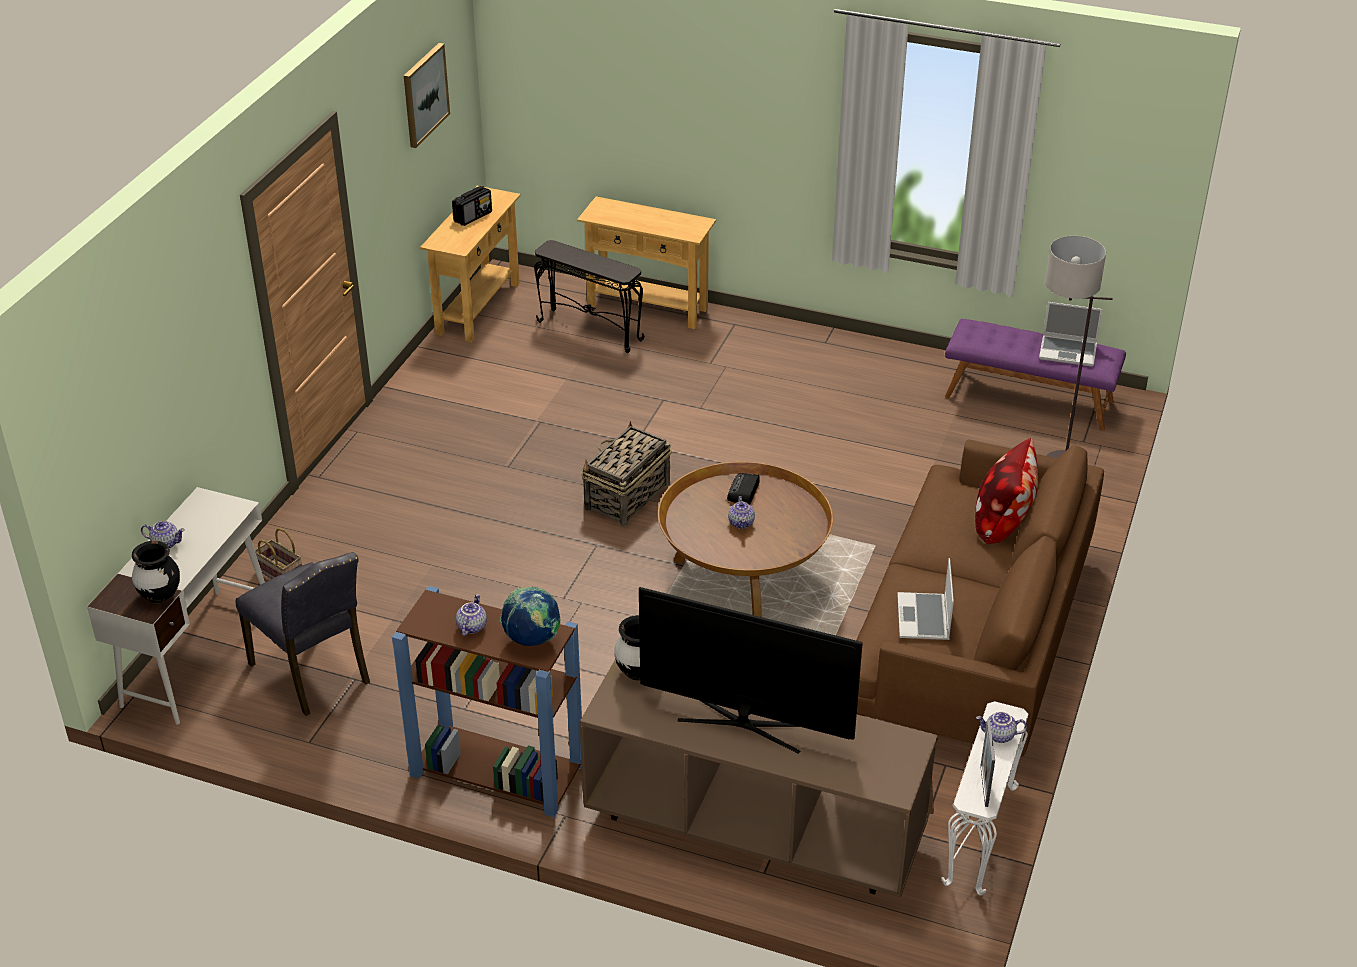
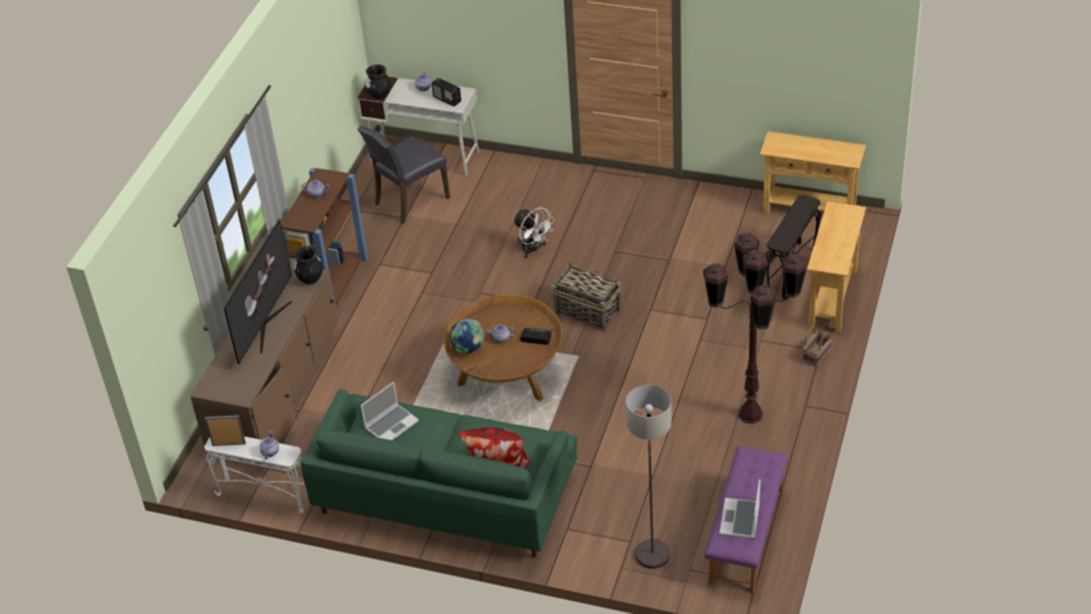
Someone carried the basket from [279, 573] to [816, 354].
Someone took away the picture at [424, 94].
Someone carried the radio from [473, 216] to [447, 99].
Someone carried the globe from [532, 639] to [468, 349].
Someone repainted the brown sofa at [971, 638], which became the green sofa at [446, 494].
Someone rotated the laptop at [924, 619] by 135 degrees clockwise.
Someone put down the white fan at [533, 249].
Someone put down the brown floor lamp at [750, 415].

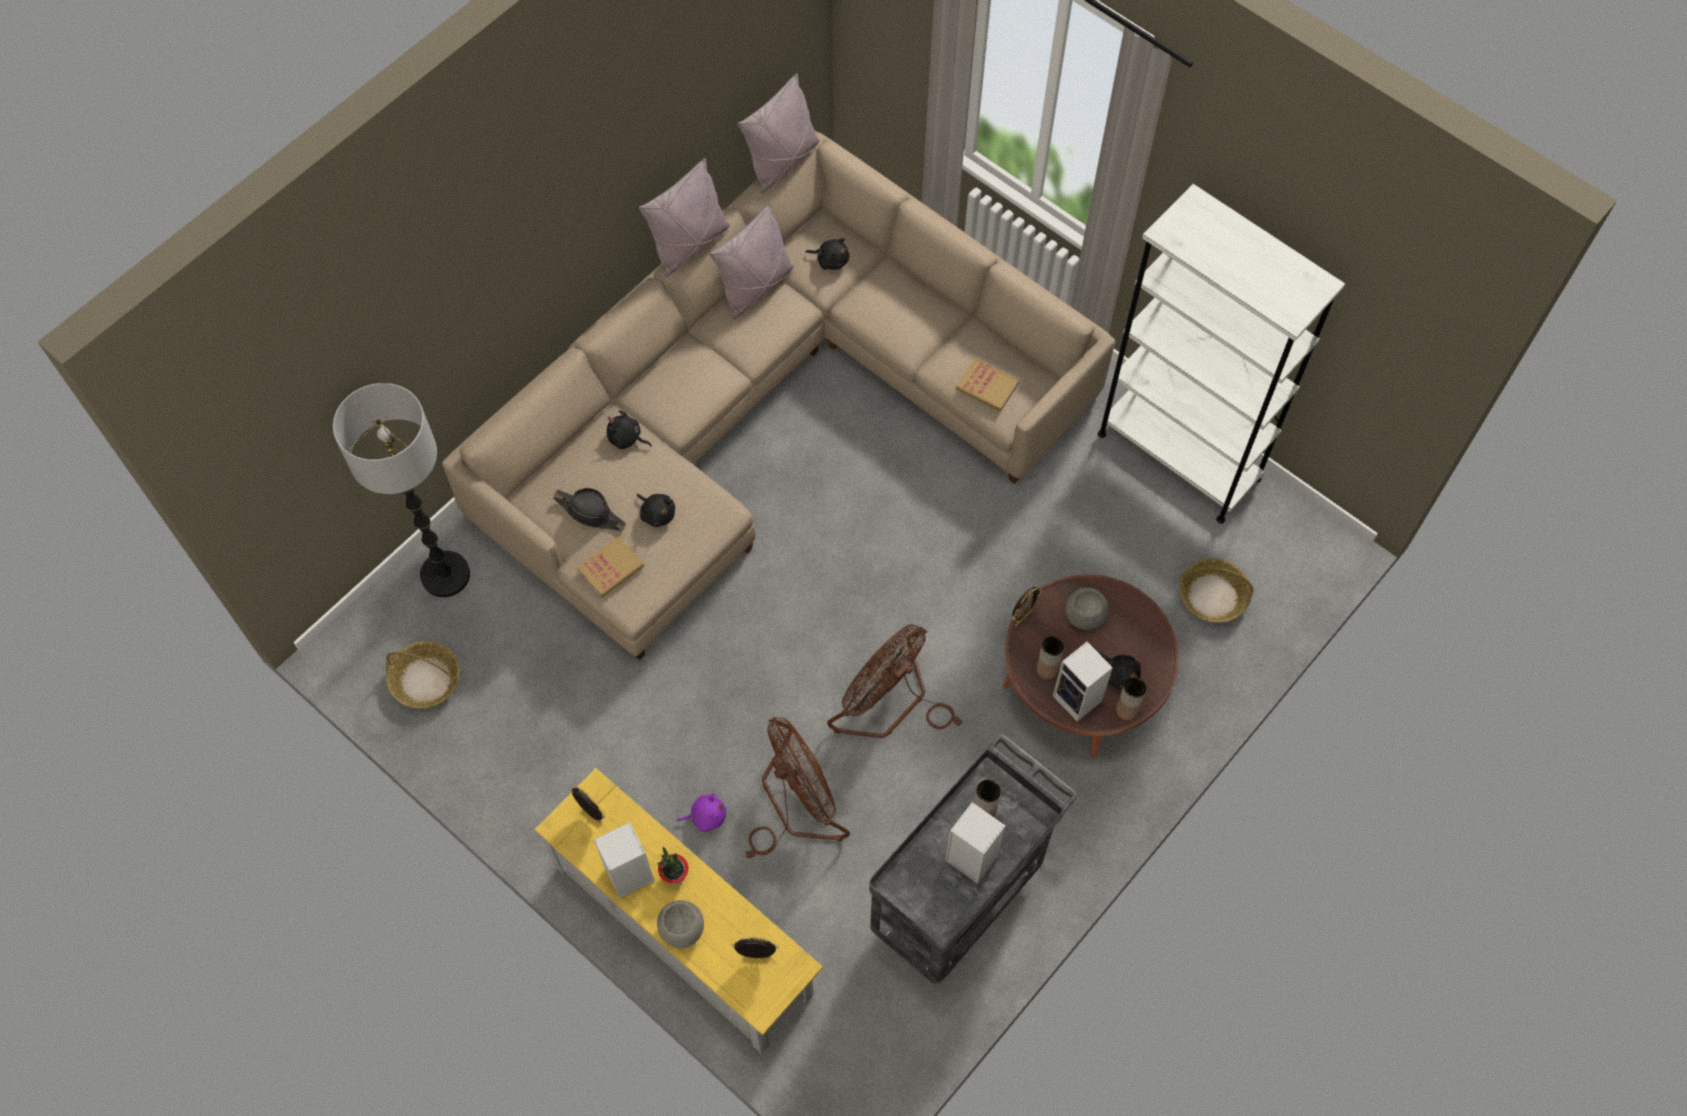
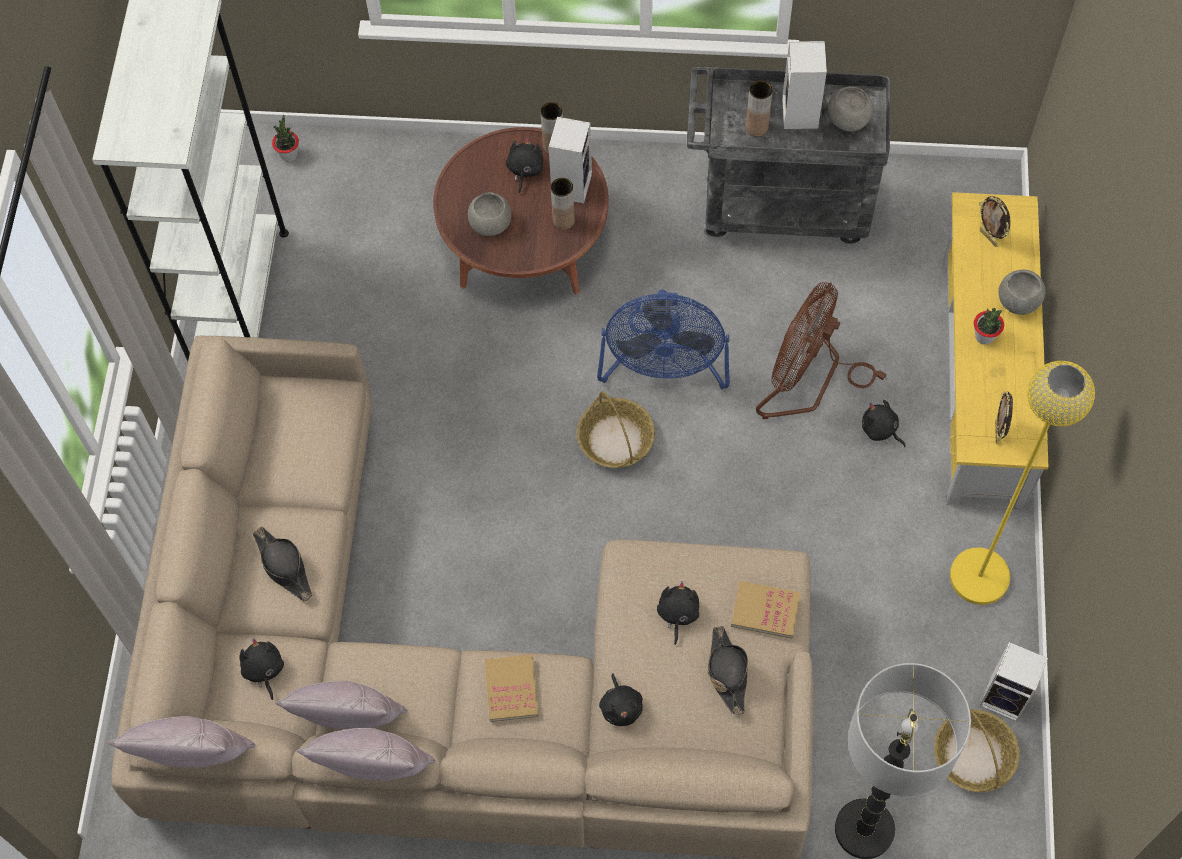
Someone carried the speaker from [628, 876] to [1006, 698].
Someone repainted the purple plush toy at [706, 816], which became the black plush toy at [880, 430].
Someone repainted the brown fan at [894, 702], which became the blue fan at [660, 362].
Someone carried the book from [987, 386] to [511, 689].
Someone took away the picture frame at [1022, 618].
Someone carried the basket from [1212, 596] to [616, 440].
Someone put down the black hat at [284, 567].
Someone put down the potted plant at [289, 154].
Someone put down the grey bowl at [847, 120].
Someone put down the yellow floor lamp at [980, 577].

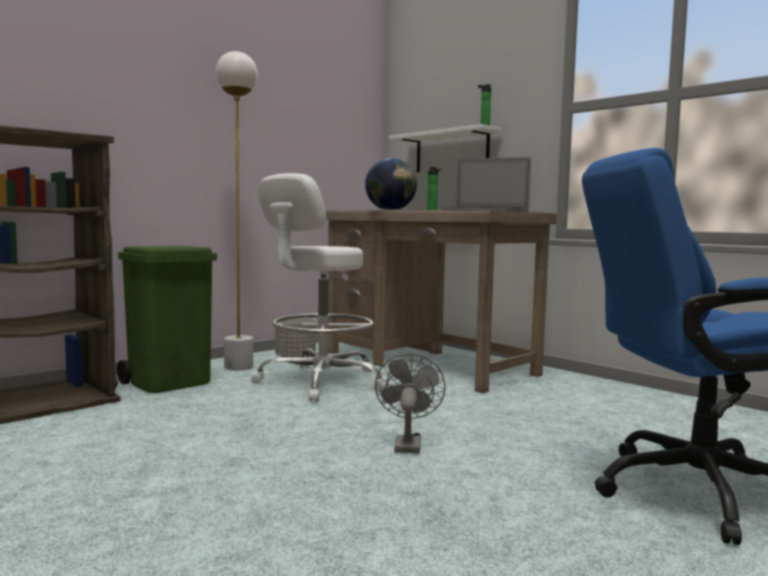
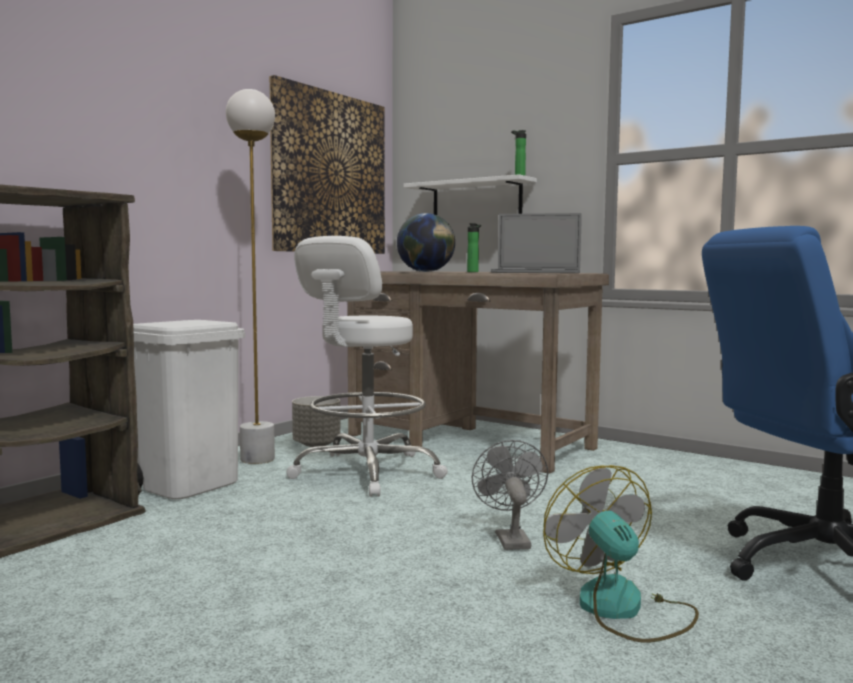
Someone repainted the green trash can at [170, 383], which became the white trash can at [189, 485].
Someone put up the picture at [330, 173].
Someone put down the fan at [622, 609].

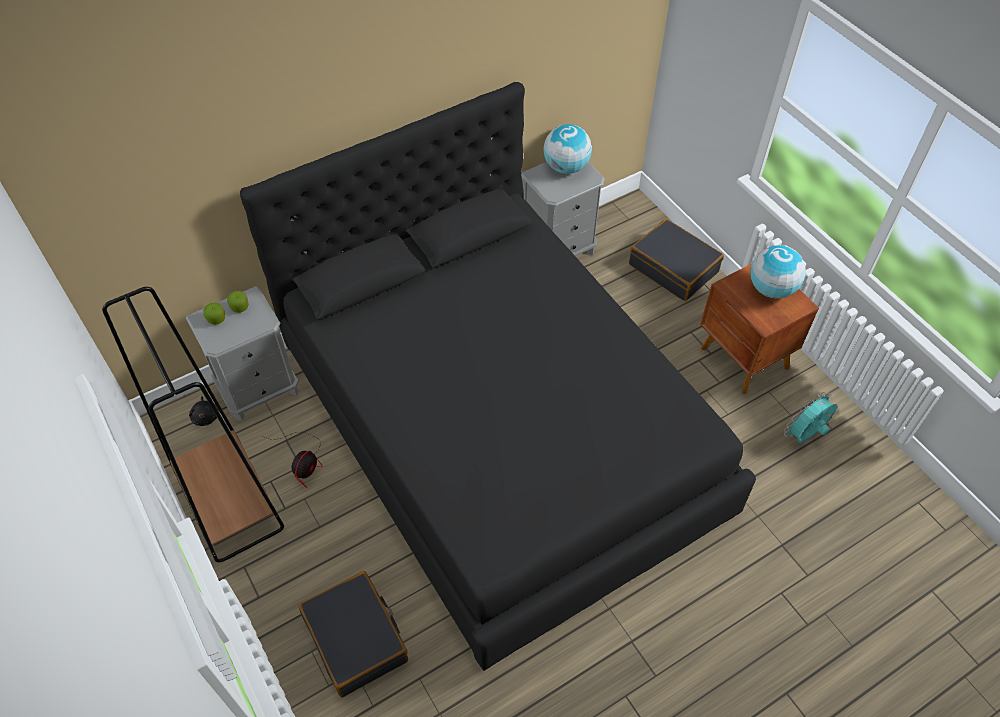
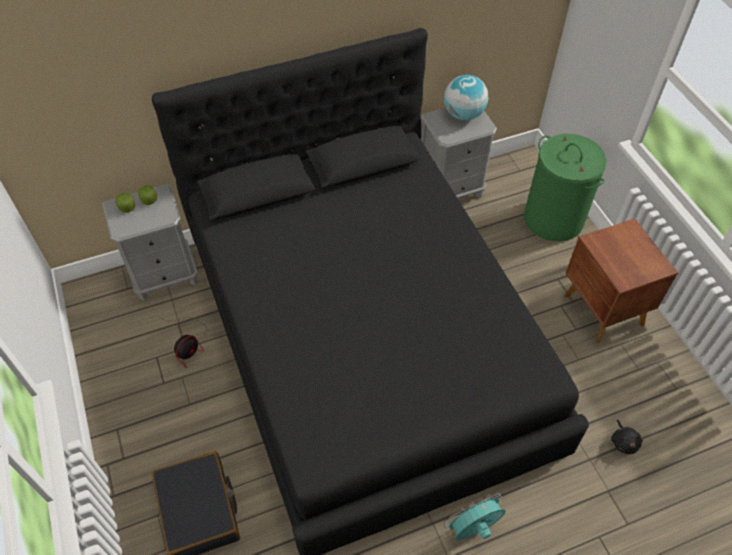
Someone took away the clothes rack at [230, 502].
Someone carried the black plush toy from [206, 416] to [624, 442].
Someone swapped the black suitcase at [673, 268] for the green laundry basket at [553, 219].
Someone took away the globe at [771, 289].
Someone carried the turquoise fan from [804, 435] to [473, 530].

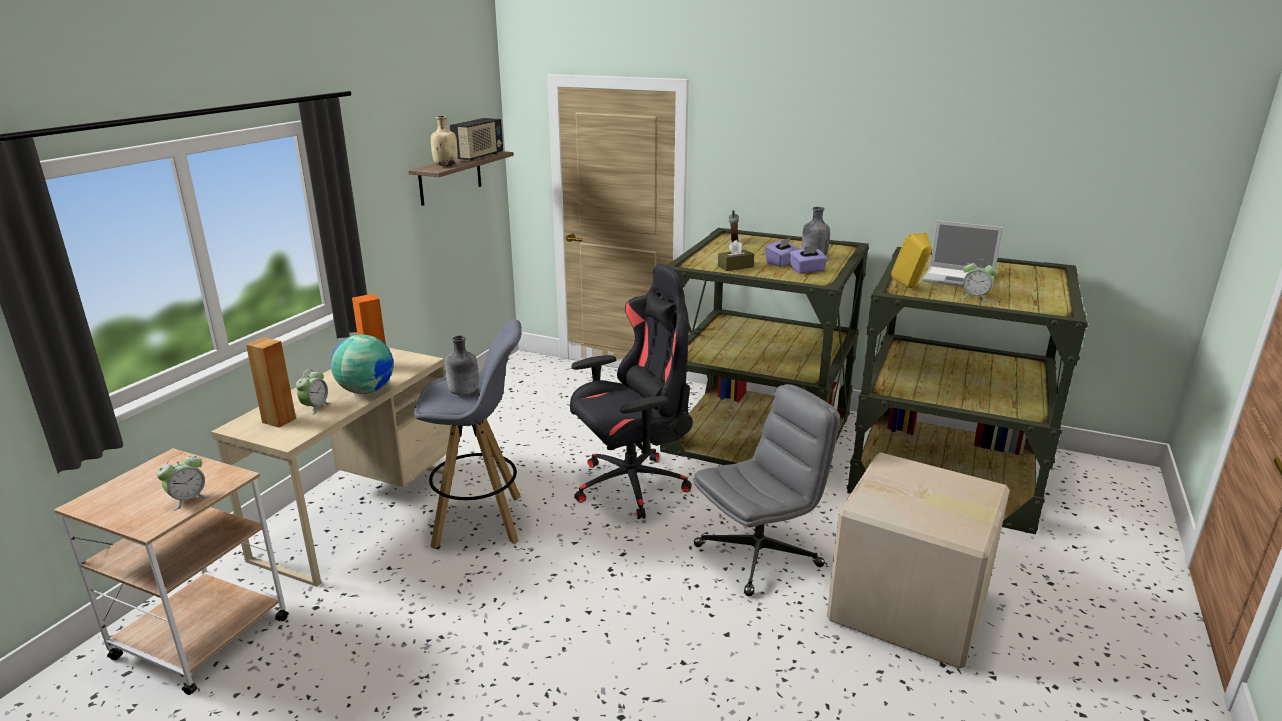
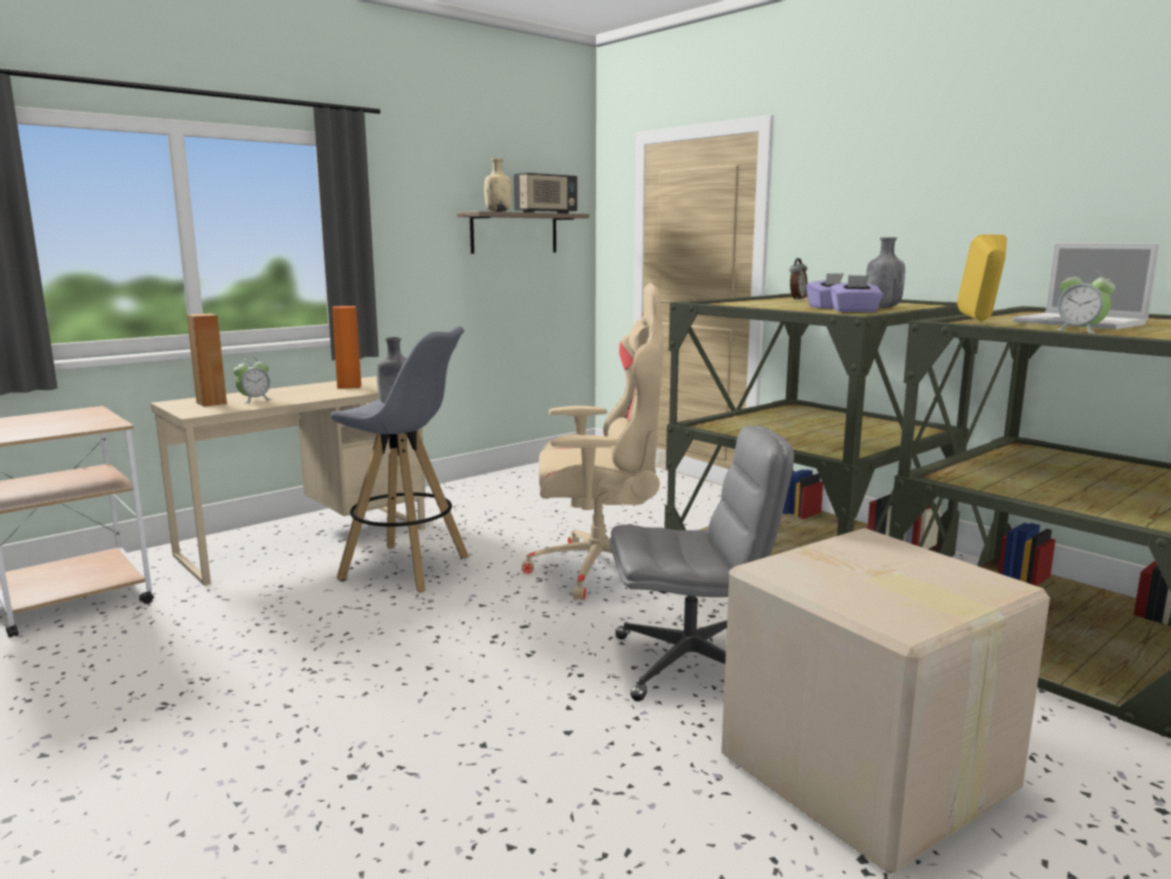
Someone took away the alarm clock at [188, 499].
Someone took away the globe at [366, 390].
Someone repainted the black office chair at [629, 486], which became the beige office chair at [596, 570].
Someone took away the brown tissue box at [735, 267].

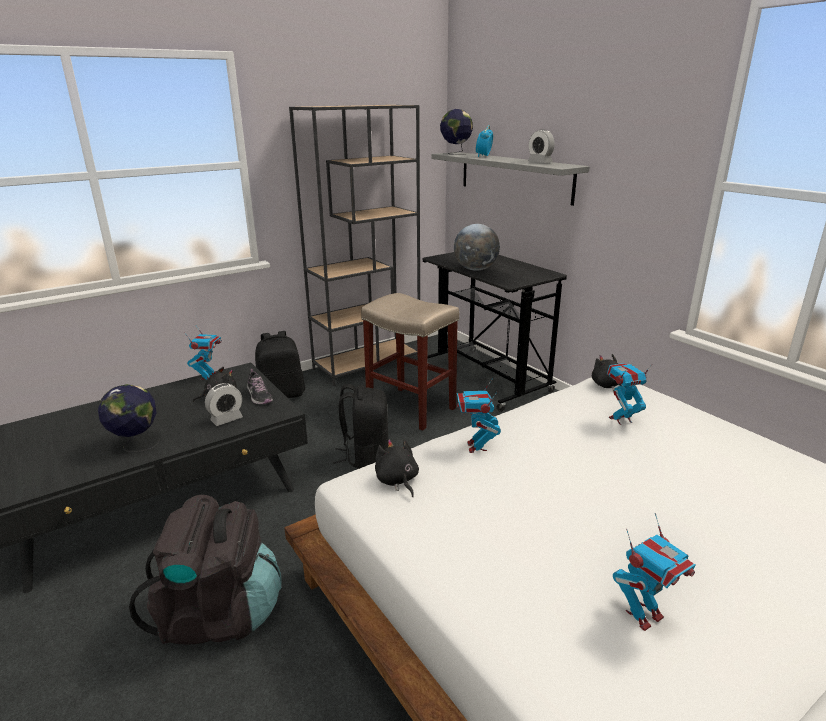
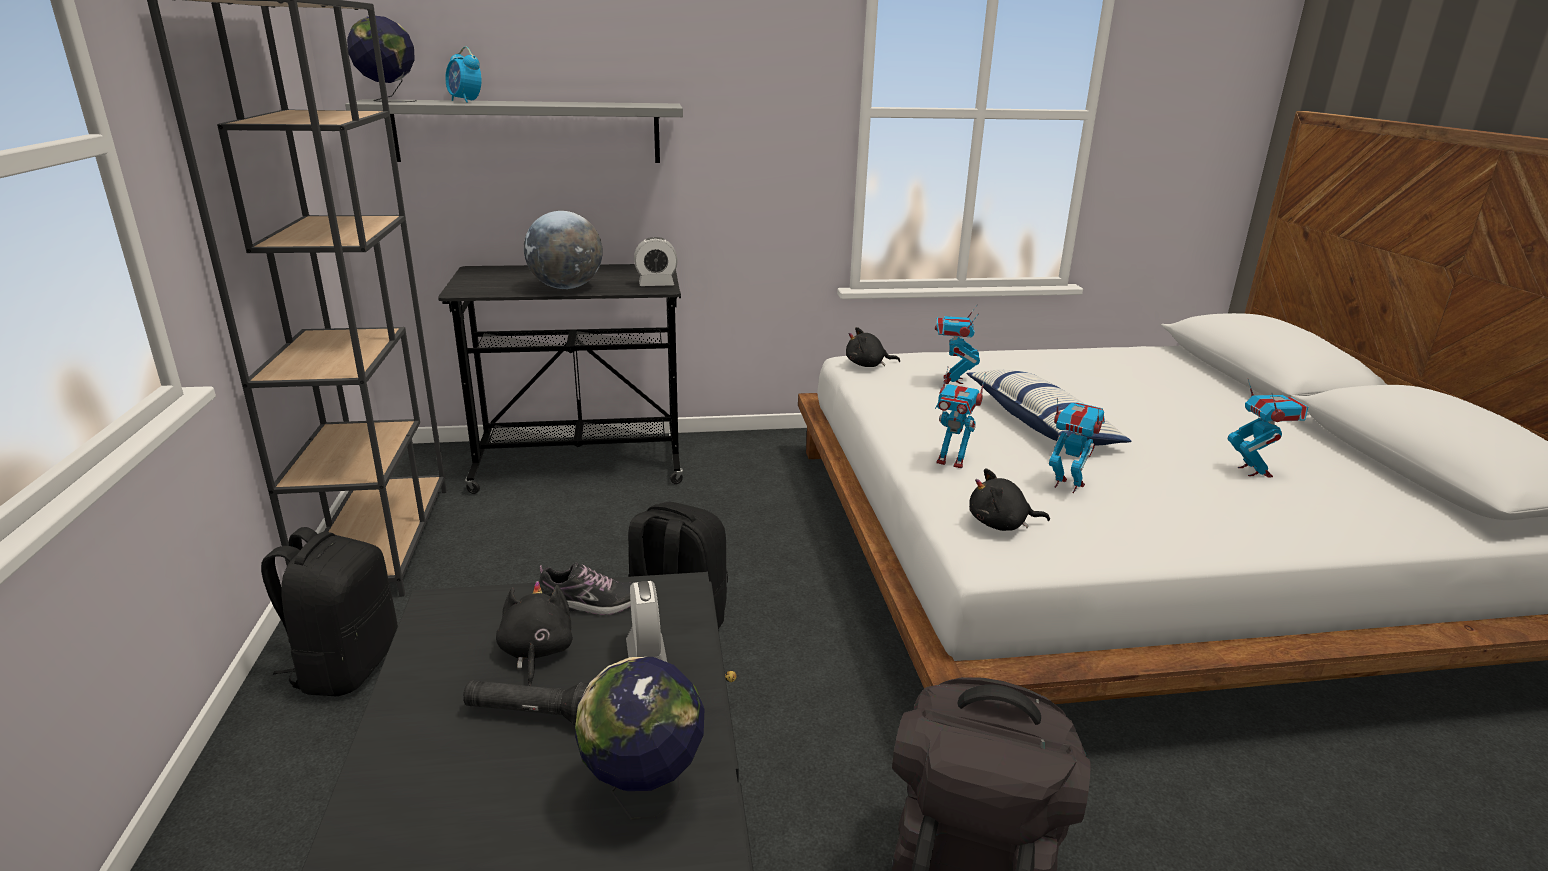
Someone carried the toy robot from [209, 377] to [1067, 485].
Someone took away the beige stool at [410, 408].
Someone carried the alarm clock from [540, 162] to [656, 284].
Someone put down the black flashlight at [533, 714].
Someone put down the pillow at [1041, 424].

